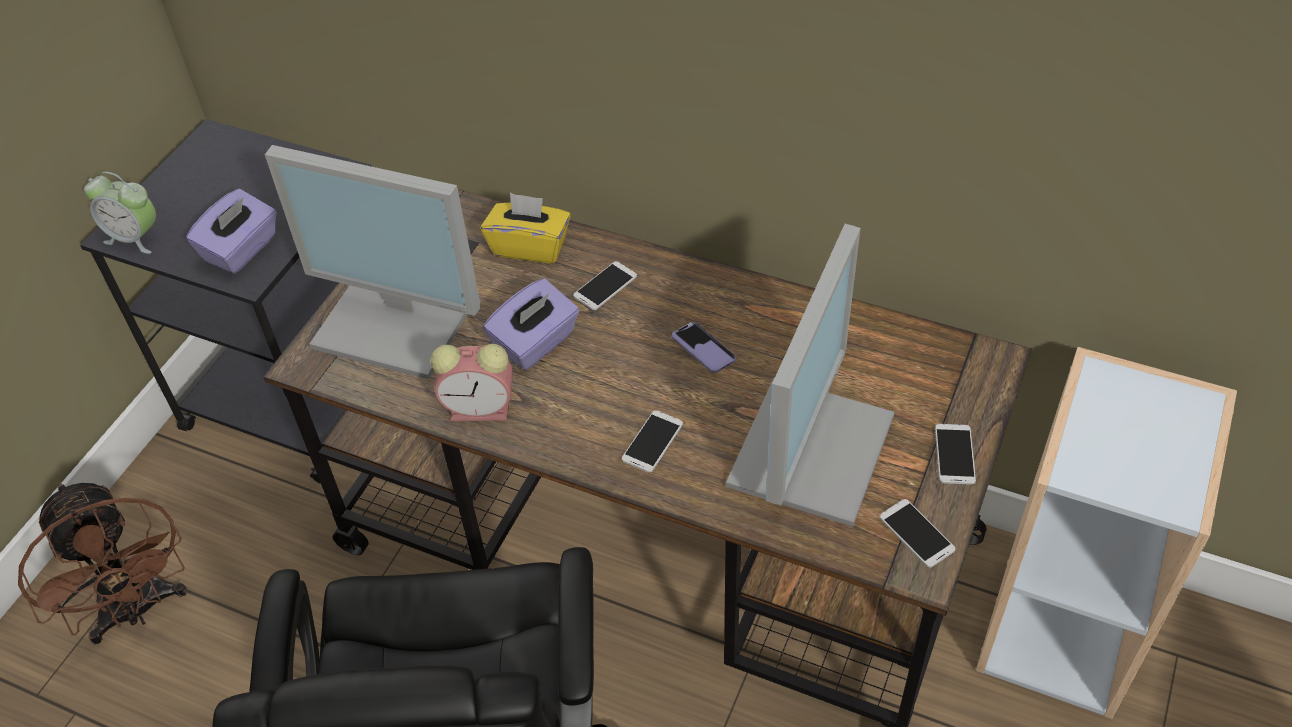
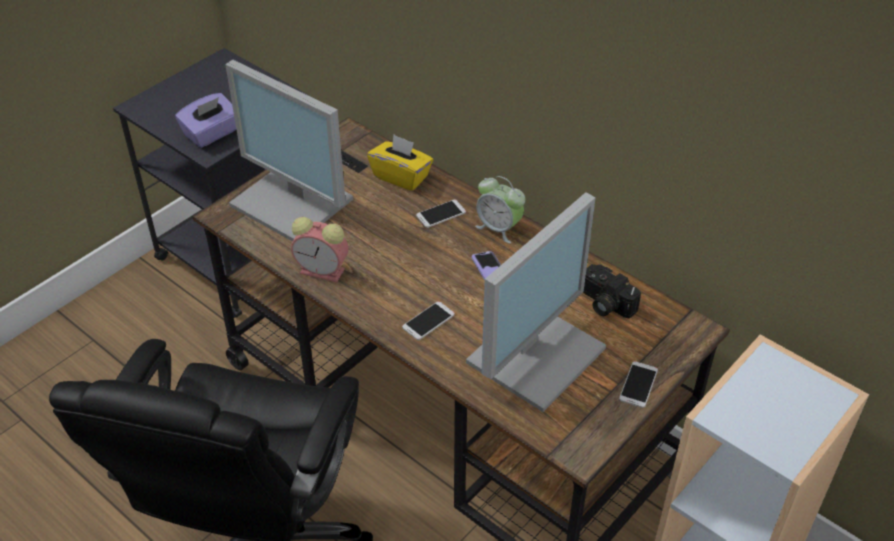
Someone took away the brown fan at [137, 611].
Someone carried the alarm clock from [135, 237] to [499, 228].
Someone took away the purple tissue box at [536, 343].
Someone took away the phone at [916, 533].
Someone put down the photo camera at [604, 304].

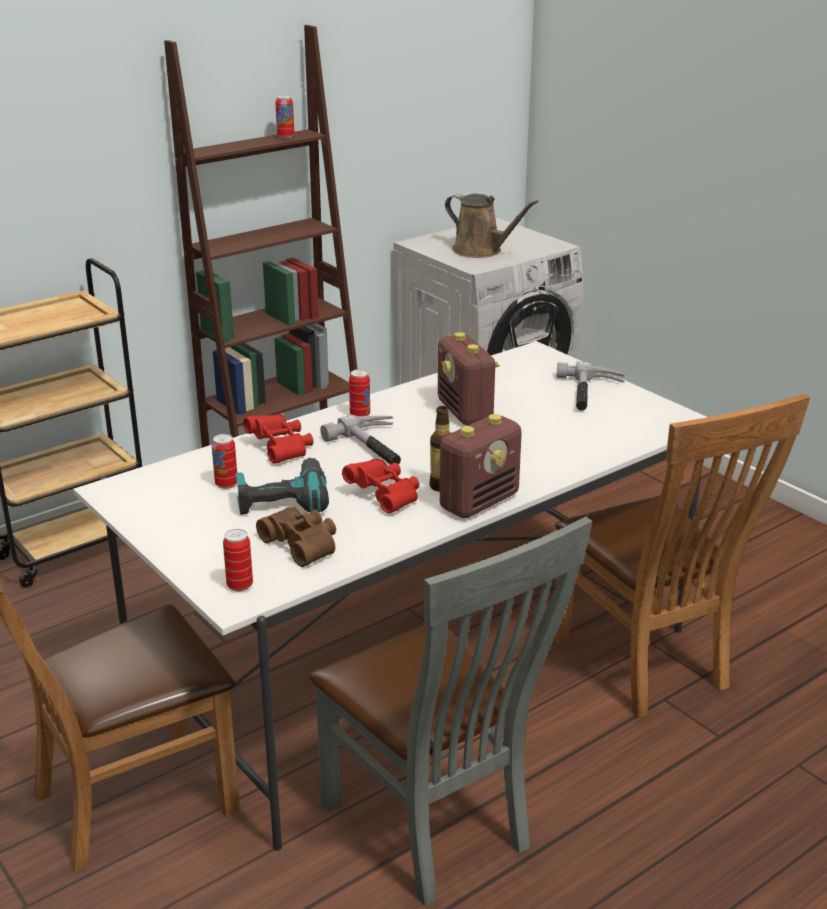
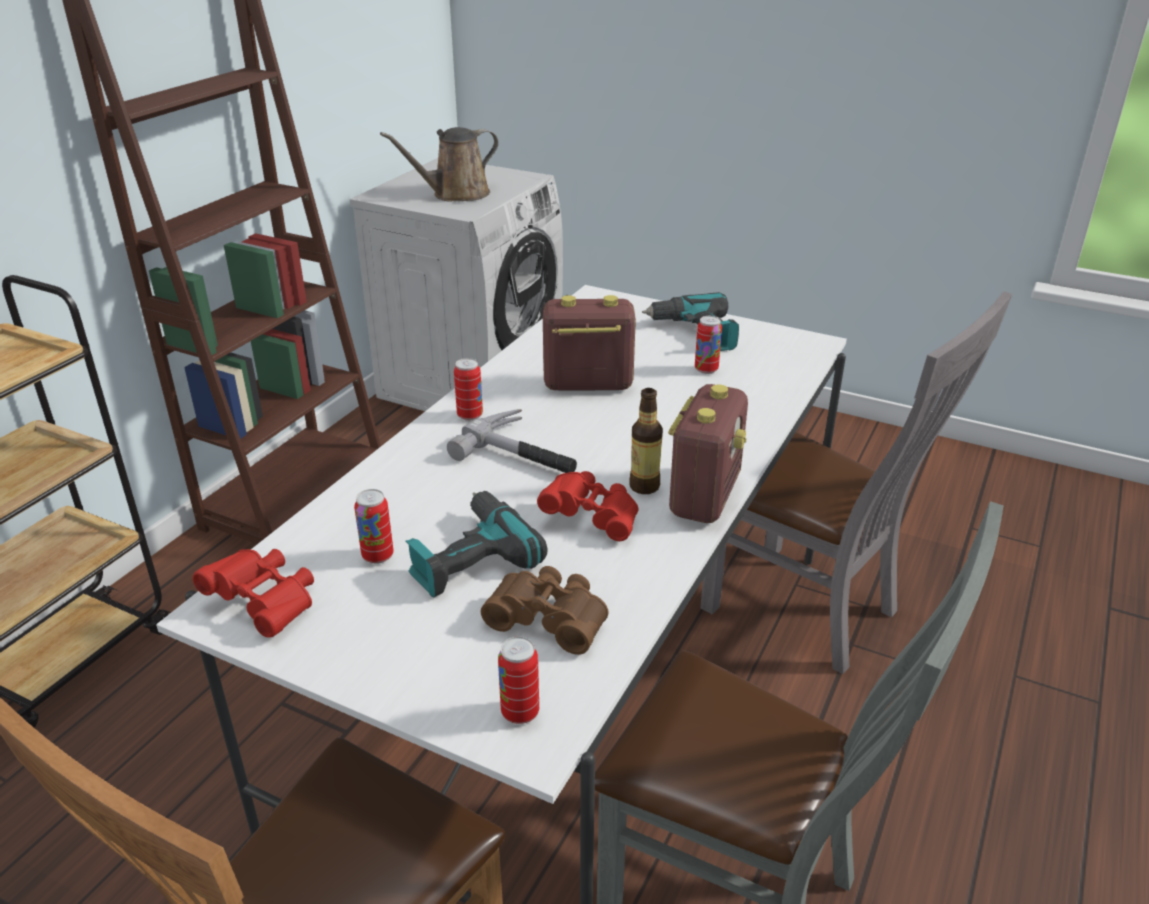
Someone carried the red binoculars from [281, 449] to [265, 603].
Someone carried the can from [285, 137] to [706, 369].
Someone rotated the radio at [465, 412] by 135 degrees clockwise.
Someone rotated the brown watering can at [481, 251] by 135 degrees clockwise.
Someone repainted the brown chair at [648, 667], which became the grey chair at [811, 612].
Someone swapped the hammer at [589, 394] for the power drill at [695, 334].

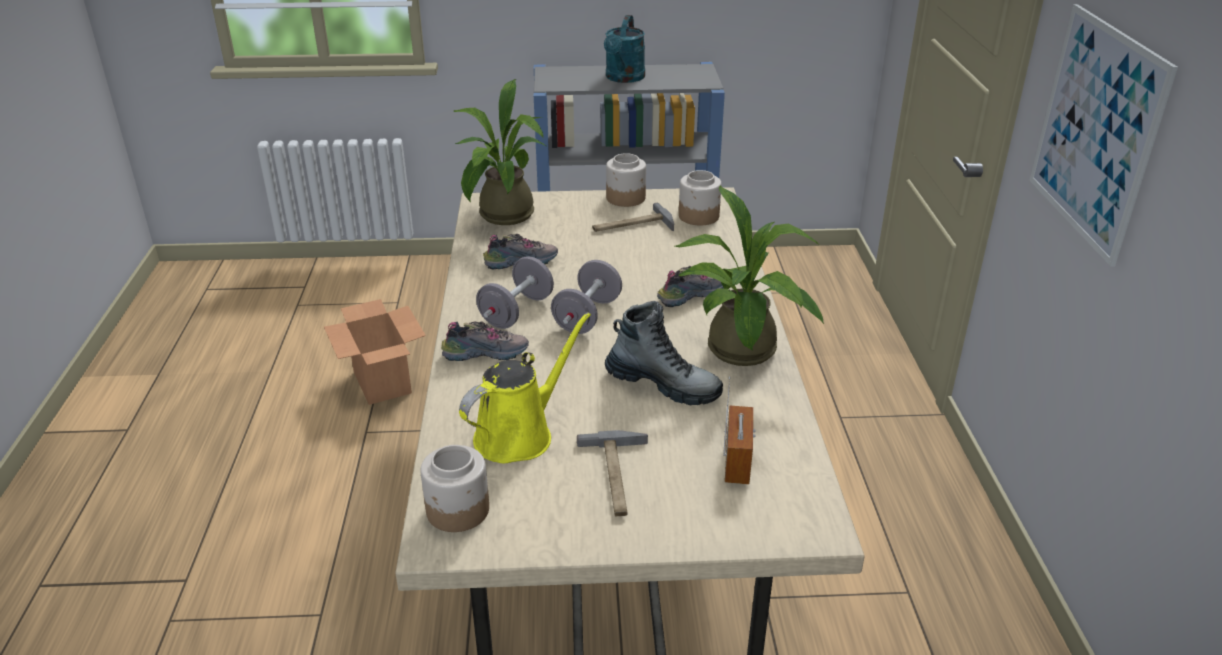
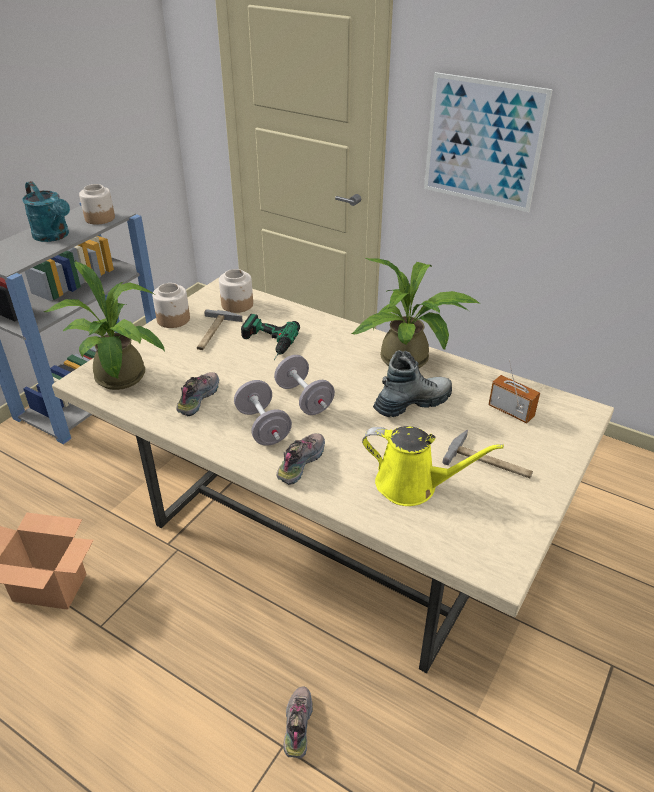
Someone carried the jar from [458, 511] to [100, 218].
Someone rotated the yellow watering can at [519, 434] by 120 degrees clockwise.
Someone carried the shoe from [692, 295] to [297, 724].
Someone put down the power drill at [265, 344].

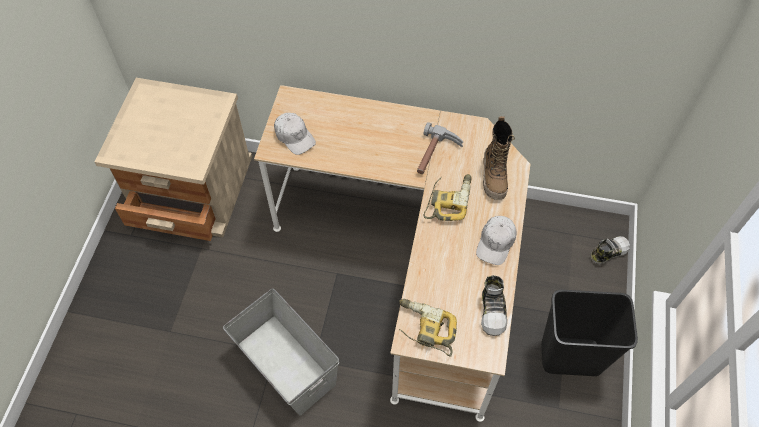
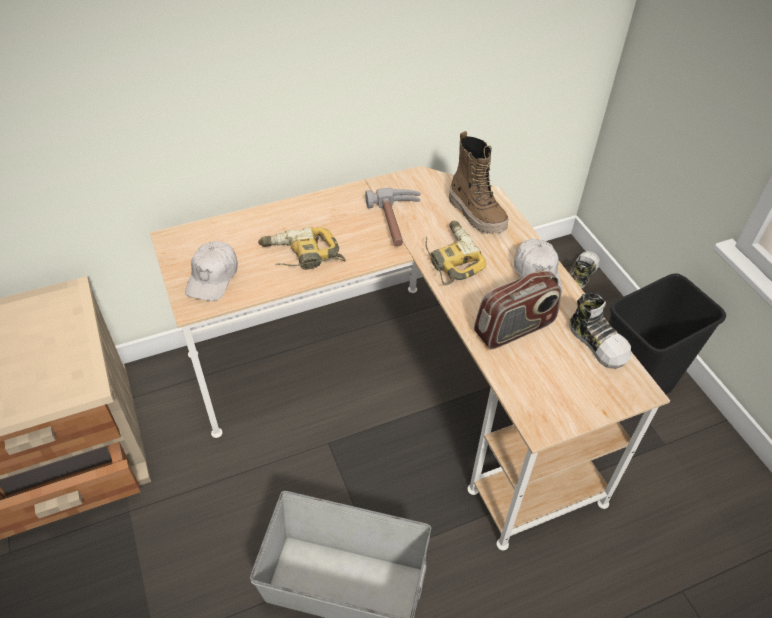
Someone rotated the white cap at [294, 136] by 90 degrees clockwise.
Someone carried the power drill from [425, 329] to [301, 256].
Someone put down the radio at [514, 329].

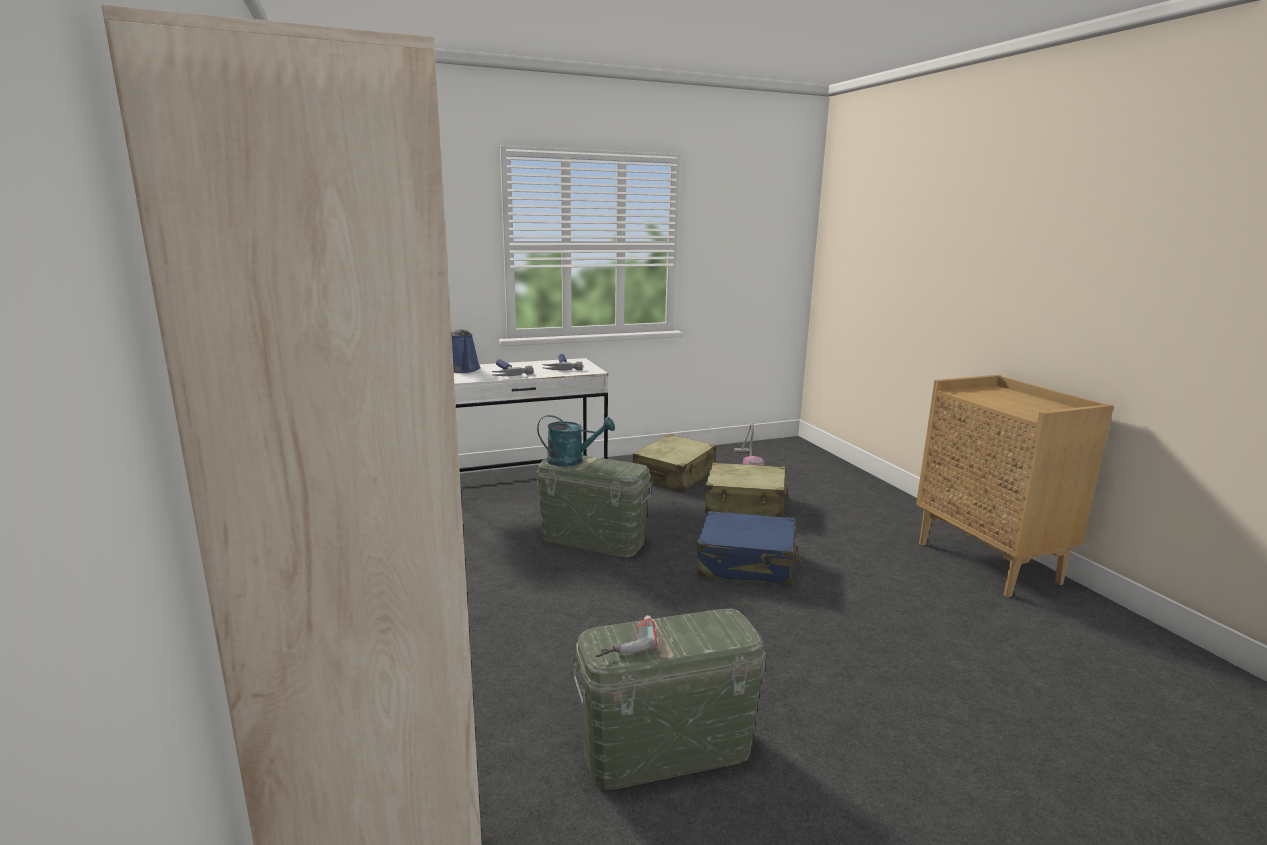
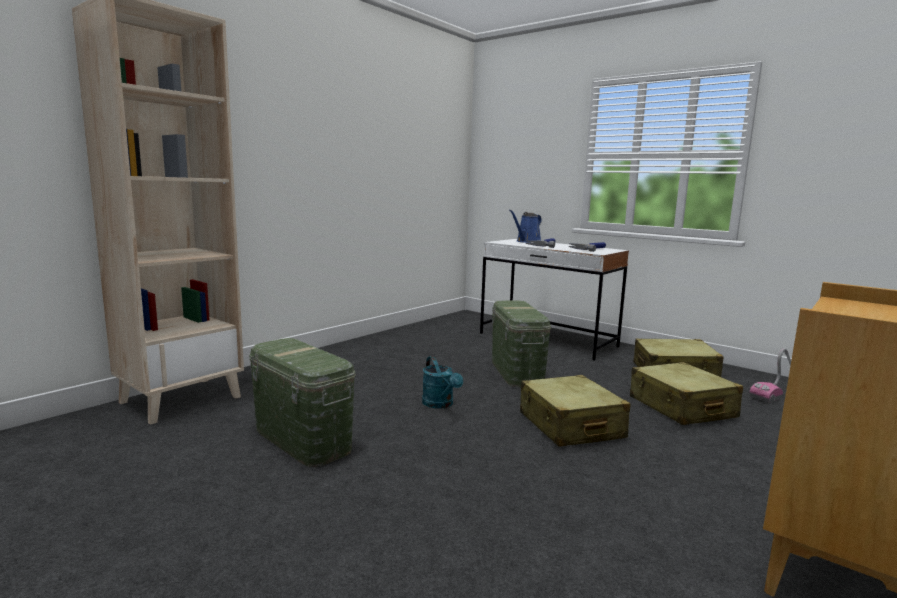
Someone carried the turquoise watering can from [572, 461] to [440, 404].
Someone took away the power drill at [625, 640].
Someone repainted the blue suitcase at [746, 564], which became the beige suitcase at [570, 425].

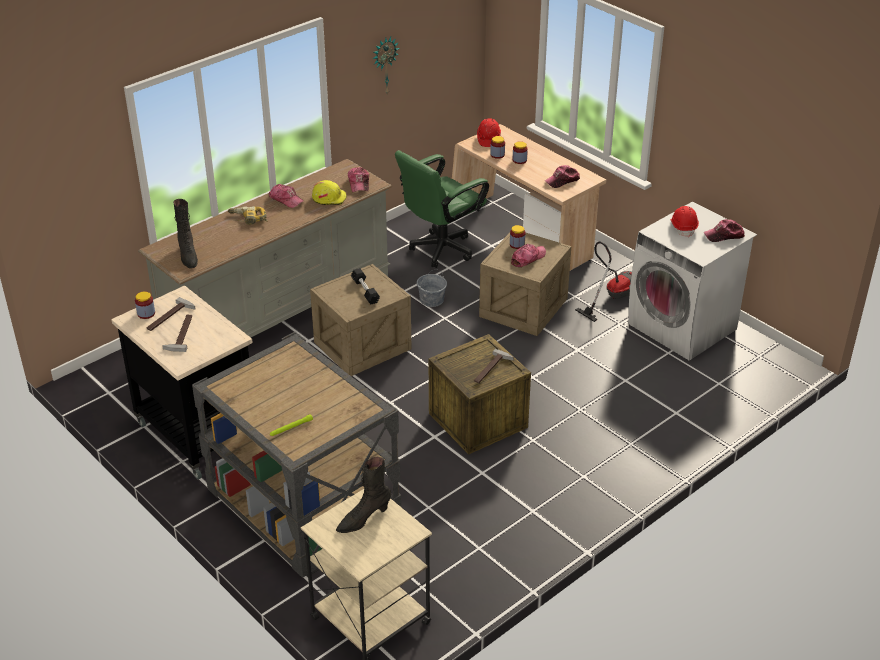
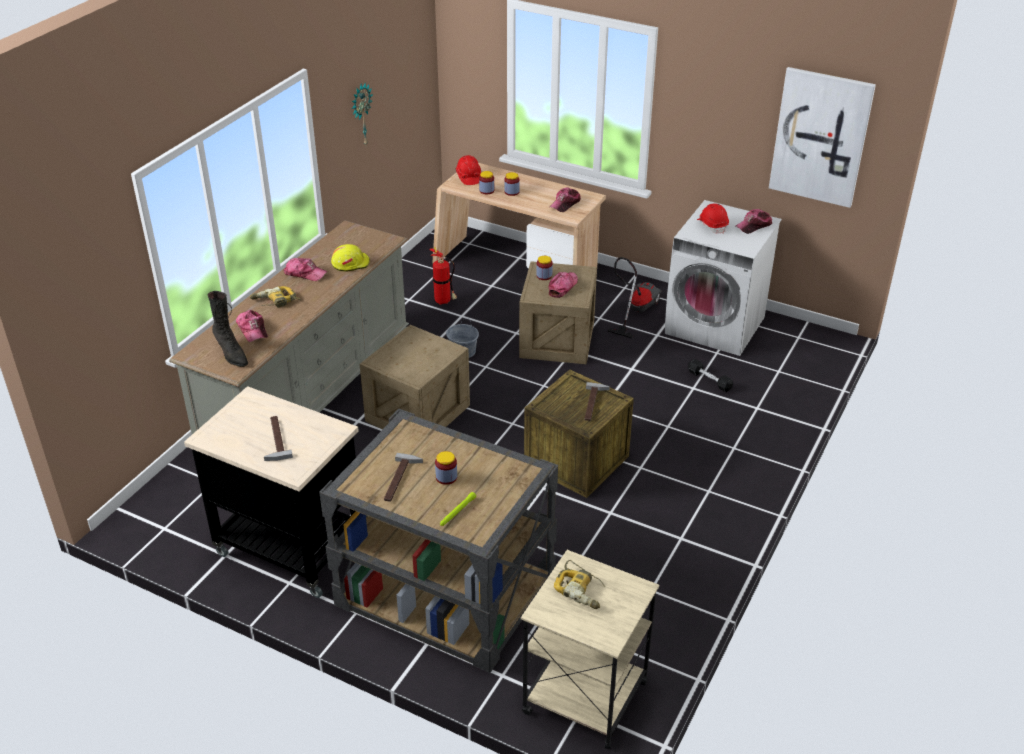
Someone carried the jar from [146, 313] to [446, 477].
Someone carried the hammer from [170, 318] to [400, 480].
Someone swapped the black boot at [363, 519] for the power drill at [581, 590].
Someone carried the cap from [359, 183] to [253, 330].
Someone carried the black dumbbell from [365, 291] to [709, 380].
Someone swapped the green office chair at [440, 252] for the fire extinguisher at [444, 302].
Someone put up the picture at [820, 137].

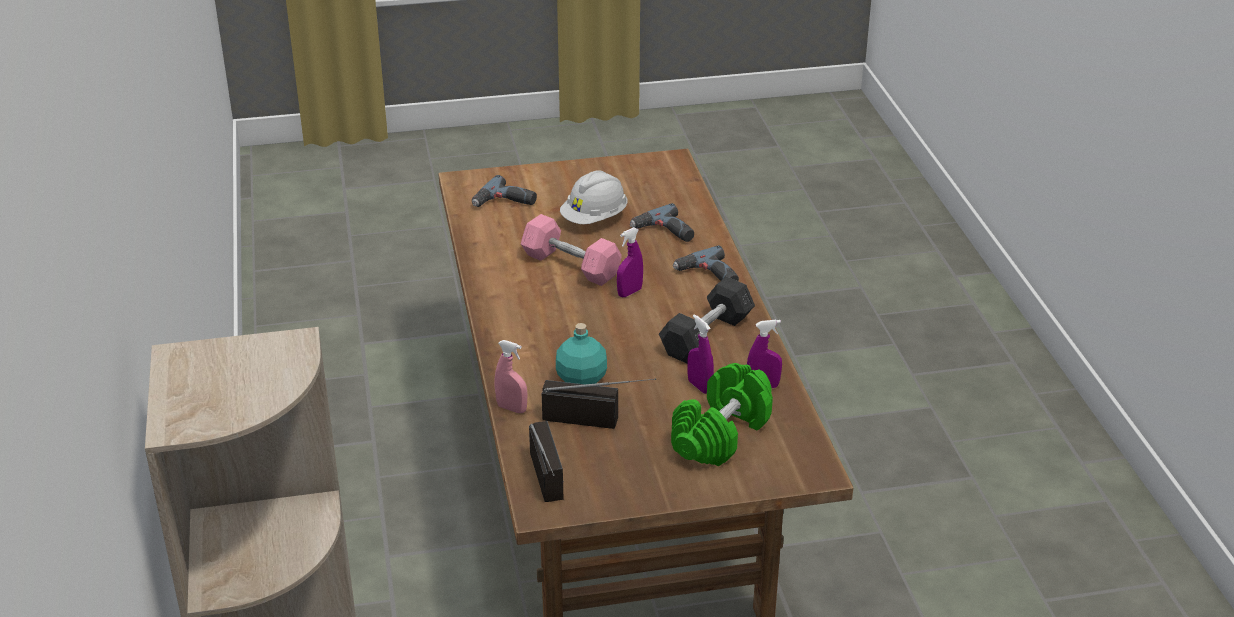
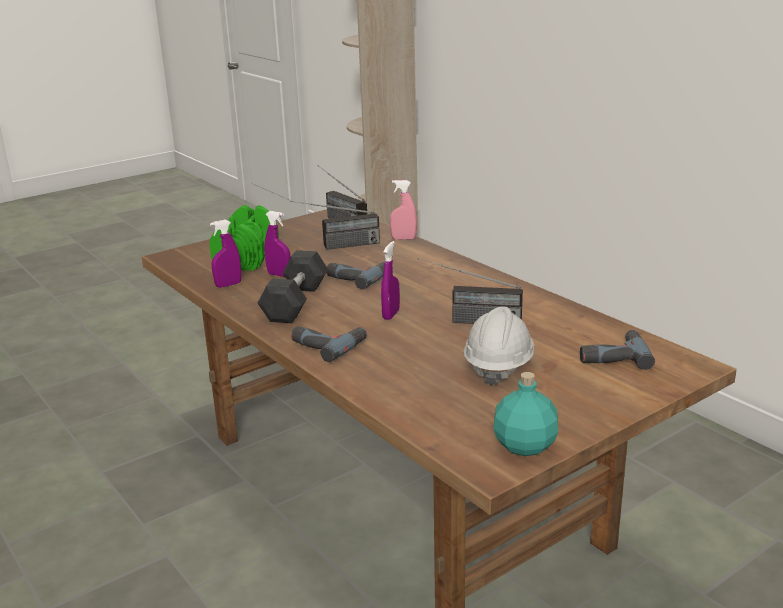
Someone swapped the pink dumbbell at [571, 265] for the radio at [468, 320].
Someone carried the turquoise bottle from [582, 379] to [524, 446].
Someone carried the power drill from [664, 232] to [358, 277].

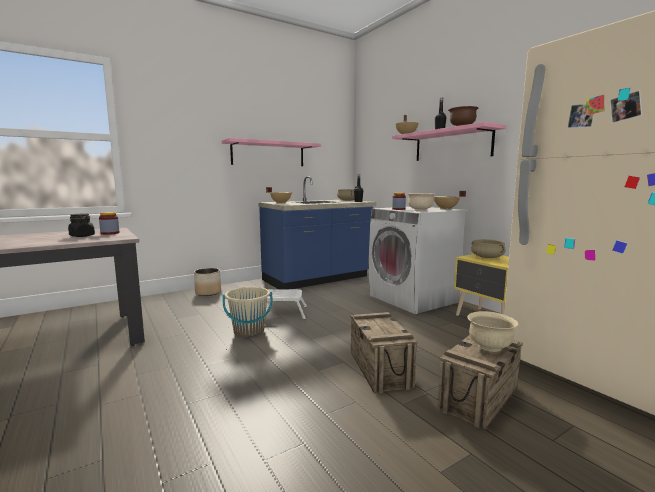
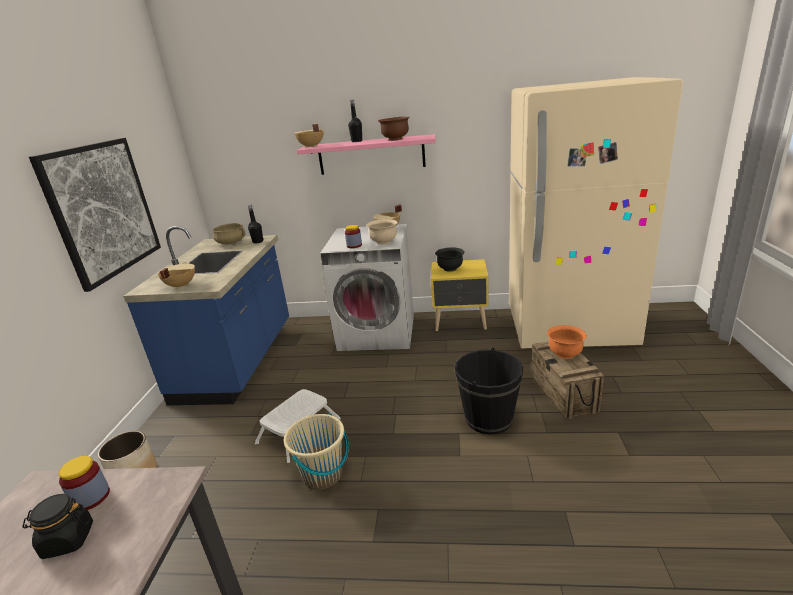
Someone swapped the pink shelf at [268, 154] for the picture at [103, 210].
Someone swapped the crate at [380, 369] for the black bucket at [488, 418].
Someone repainted the beige bowl at [490, 347], which became the orange bowl at [565, 354].
Someone swapped the beige cooking pot at [487, 257] for the black bowl at [450, 269].

